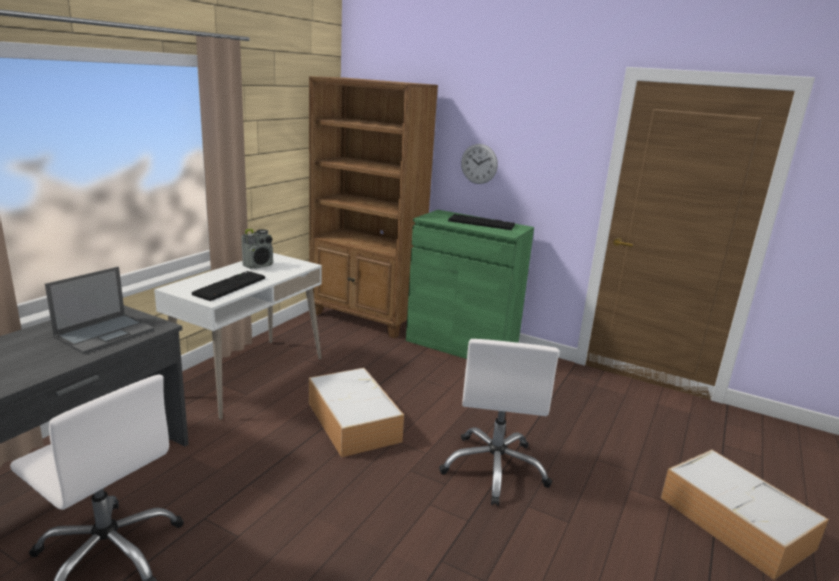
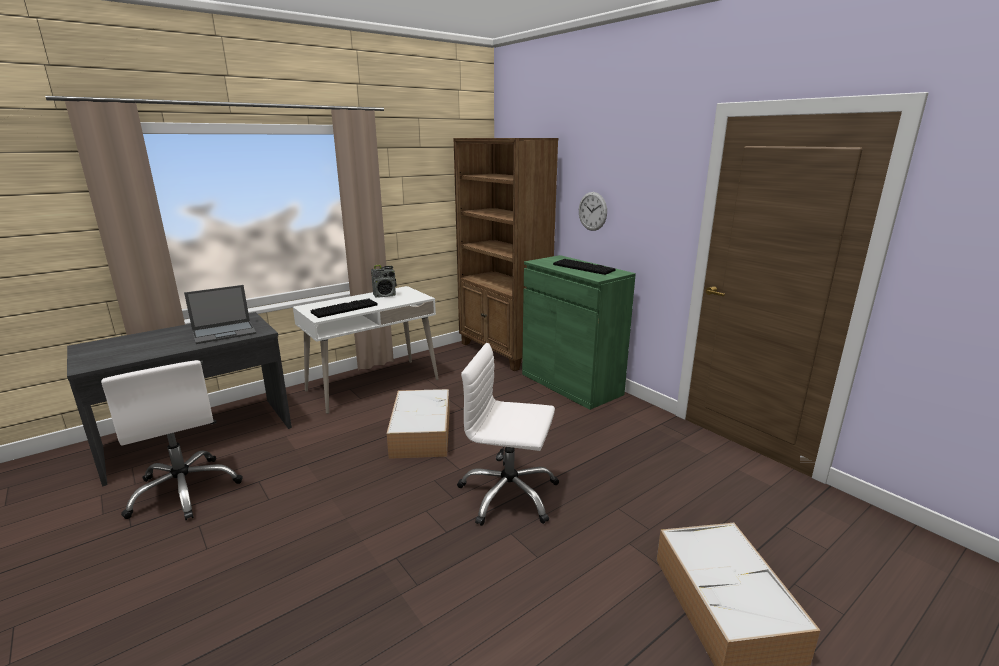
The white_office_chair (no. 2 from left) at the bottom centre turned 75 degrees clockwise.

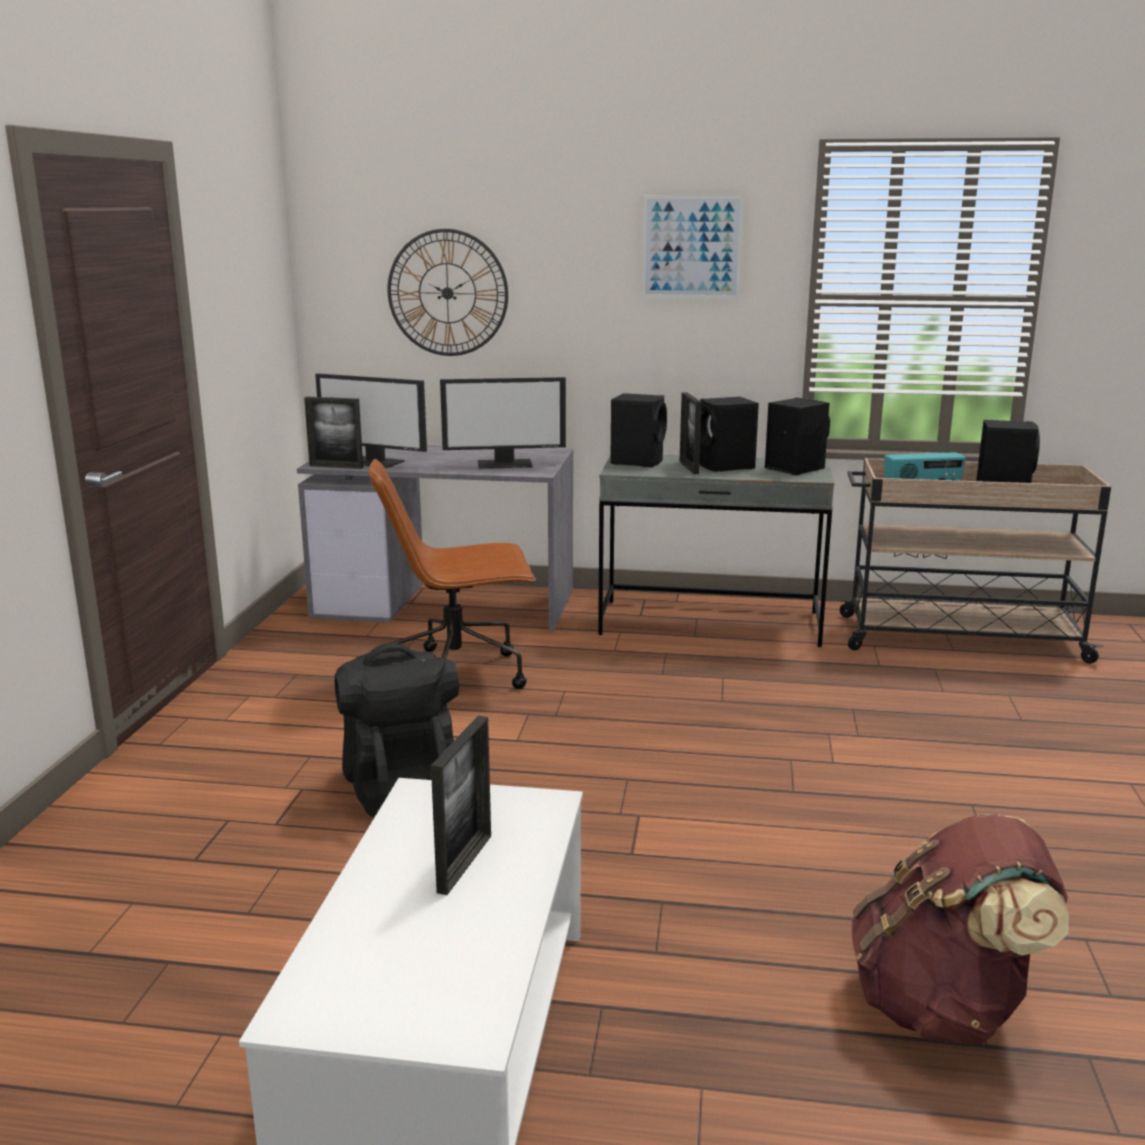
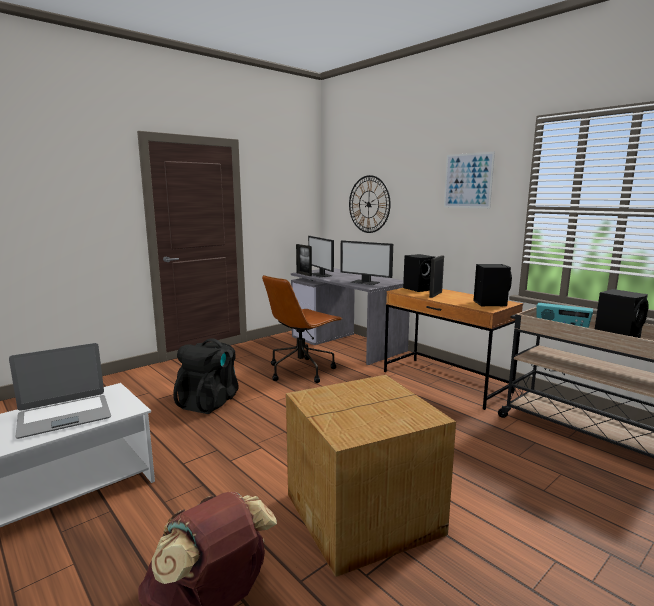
The black_speaker (no. 2 from left) at the centre disappeared. The grey_desk (no. 2 from left) at the centre became the brown_desk at the middle right. The brown_office_chair at the centre turned 75 degrees counterclockwise. The picture_frame (no. 2 from left) at the bottom centre was replaced by the laptop at the middle left. The cardboard_box at the bottom centre appeared.

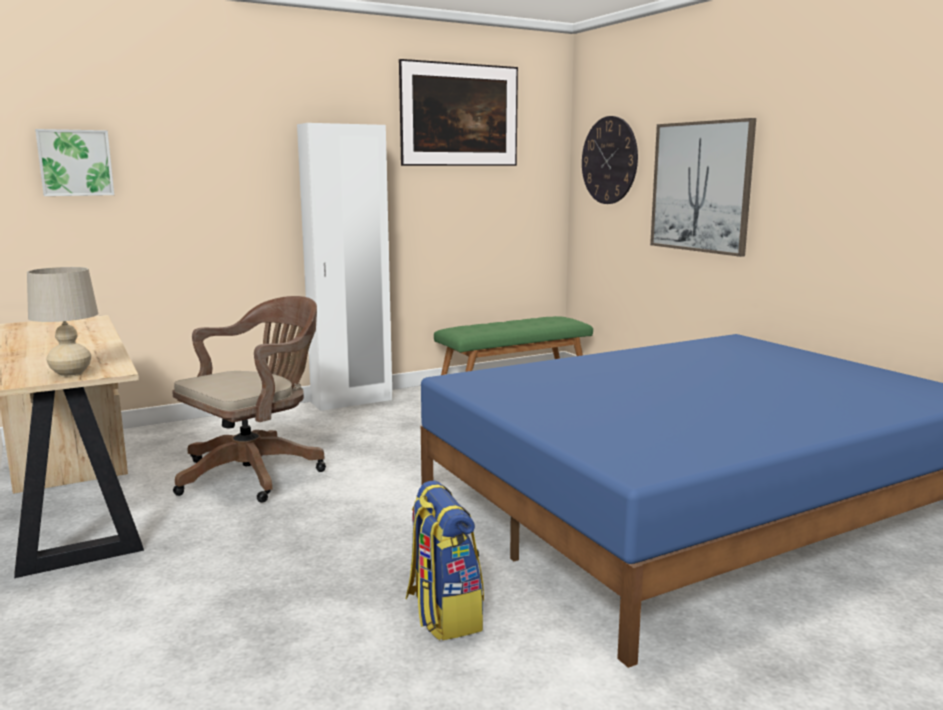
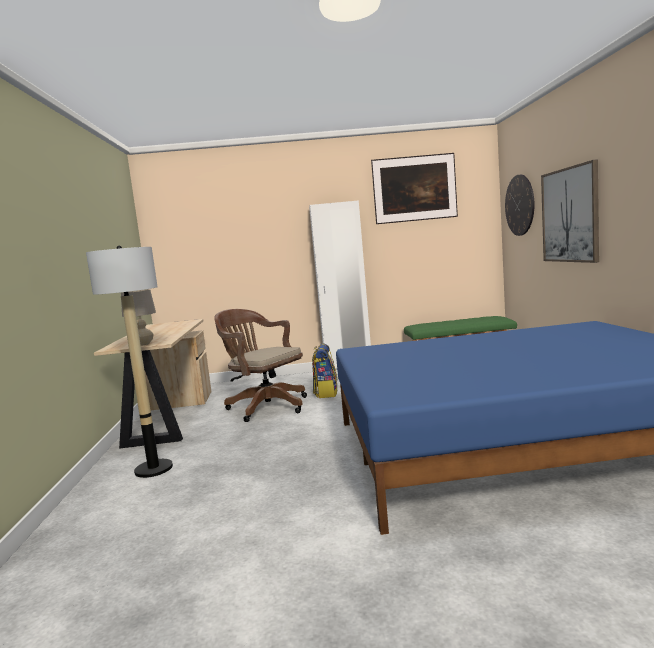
The picture (no. 1 from left) at the top left disappeared. The brown_office_chair at the middle left turned 120 degrees counterclockwise. The backpack moved from the bottom centre to the centre. The floor_lamp at the middle left appeared.

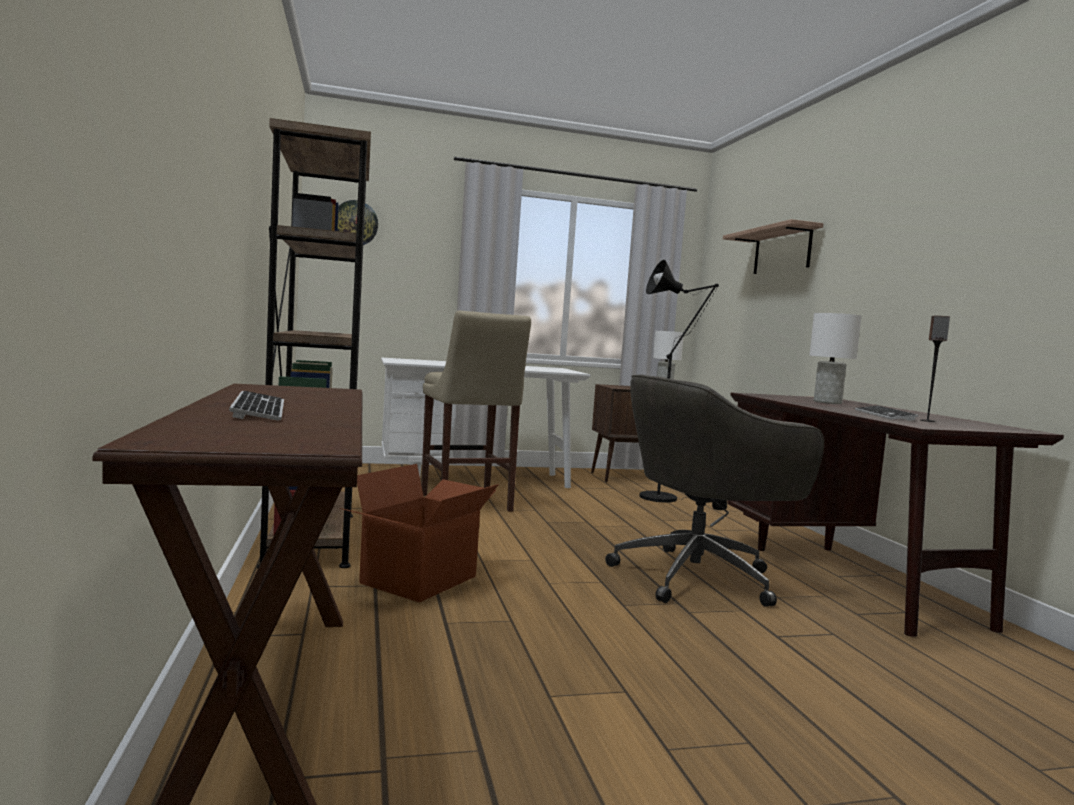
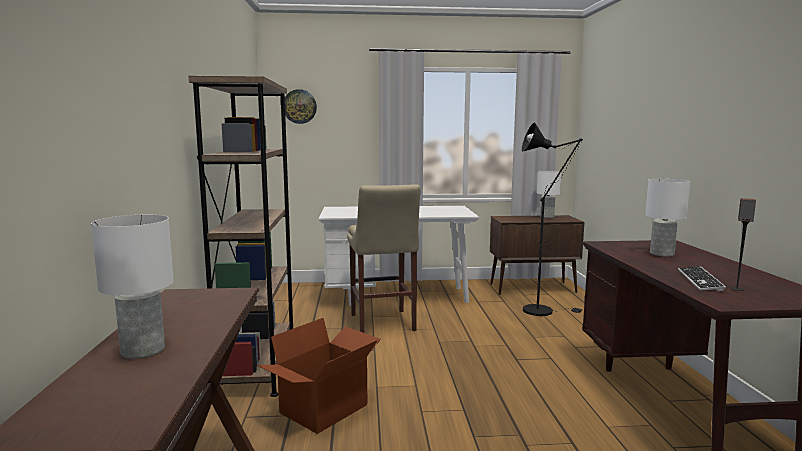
The shelf at the top right disappeared. The grey_office_chair at the centre disappeared. The keyboard (no. 1 from left) at the middle left was replaced by the white_table_lamp (no. 1 from left) at the middle left.

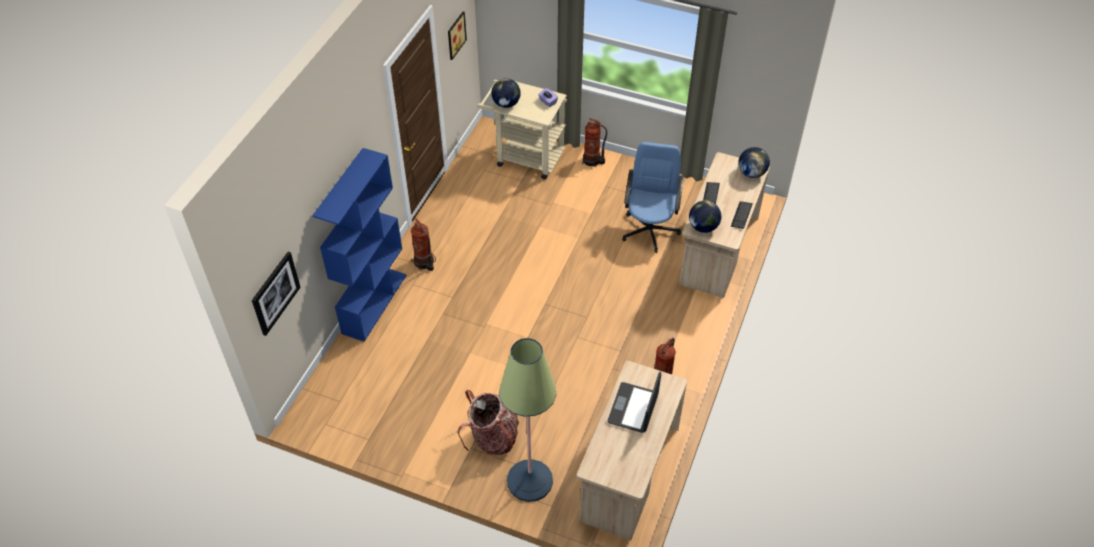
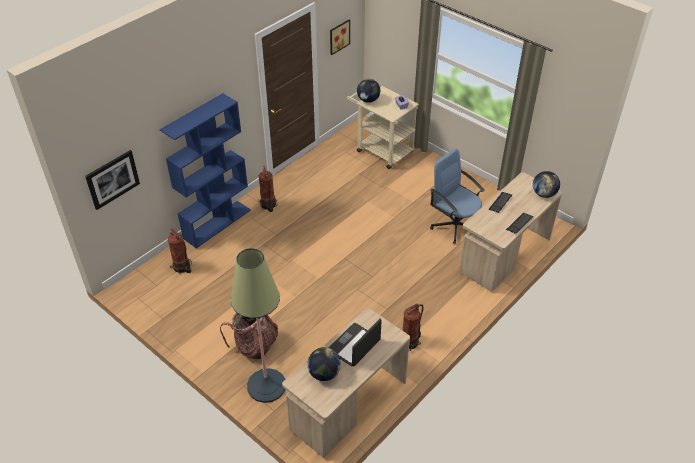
The fire_extinguisher (no. 2 from left in the first image) moved from the top centre to the middle left. The blue_office_chair at the centre turned 75 degrees counterclockwise. The globe (no. 2 from left in the first image) moved from the centre to the bottom centre.

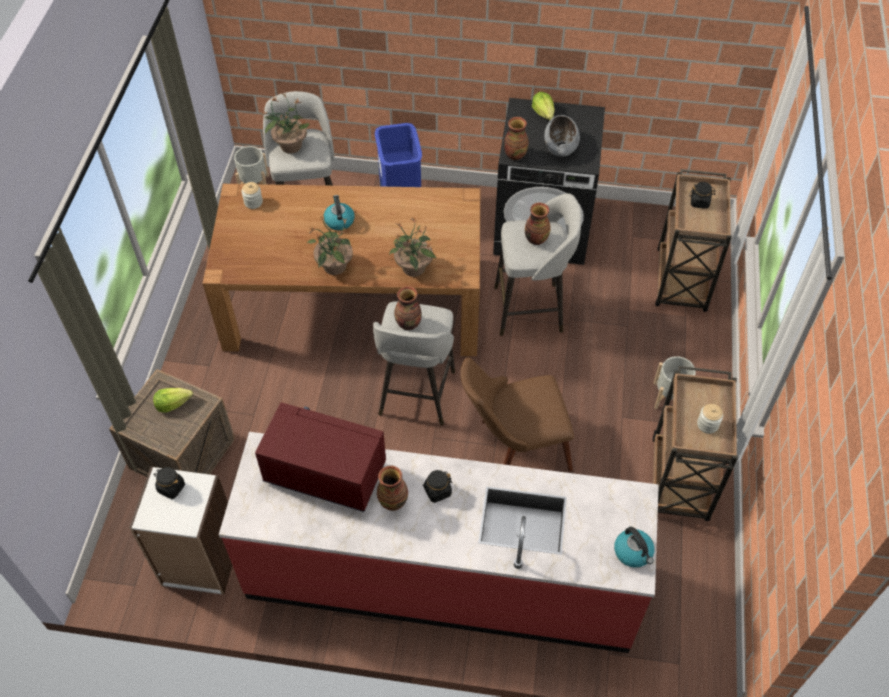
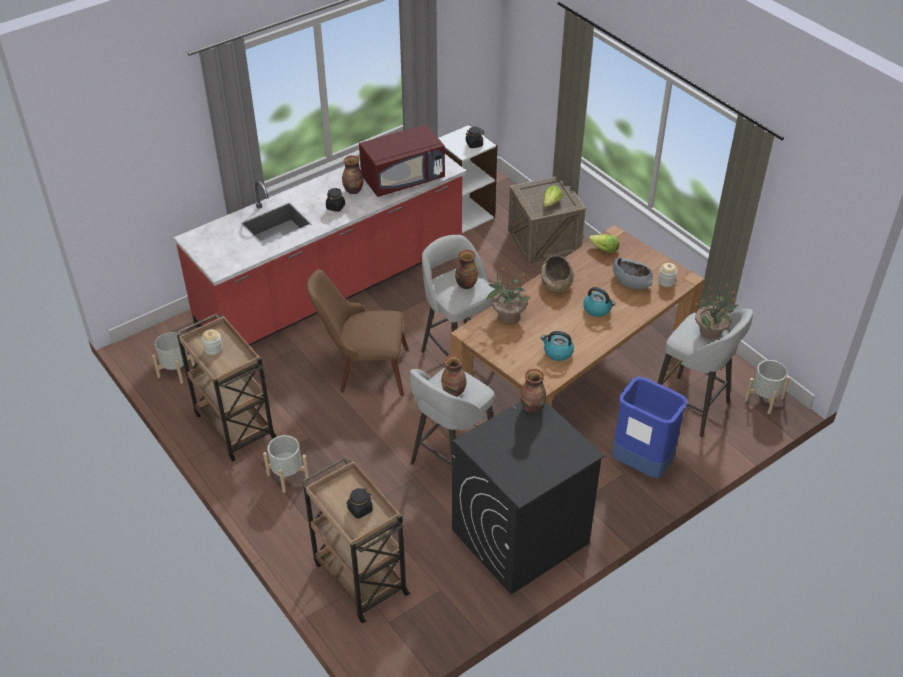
The lettuce (no. 2 from left) moved from the top centre to the middle right. The grey_bowl moved from the top centre to the middle right. The potted_plant (no. 2 from left) at the centre was replaced by the brown_bowl at the centre. The brown_chair at the centre turned 120 degrees counterclockwise. The kettle (no. 2 from left in the first image) moved from the bottom right to the centre. The grey_planter (no. 1 from left) at the middle left appeared.

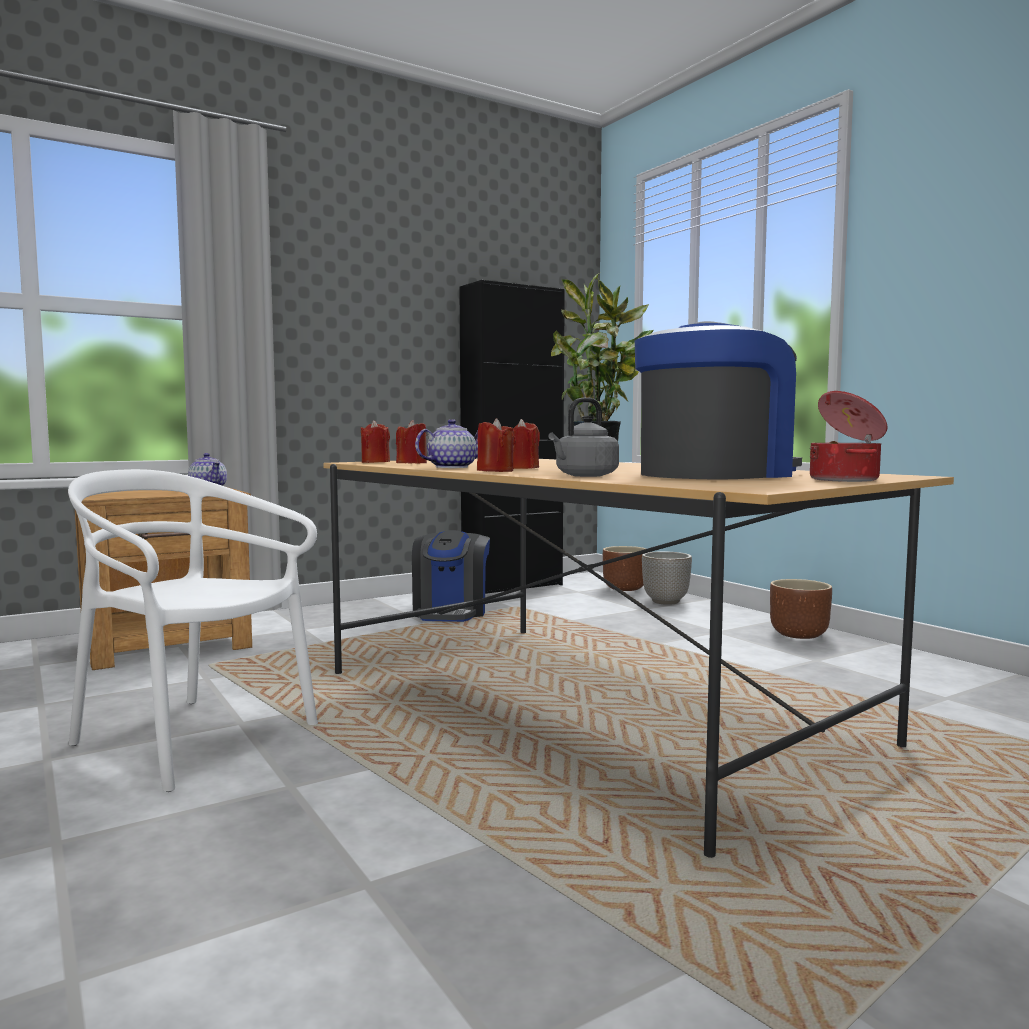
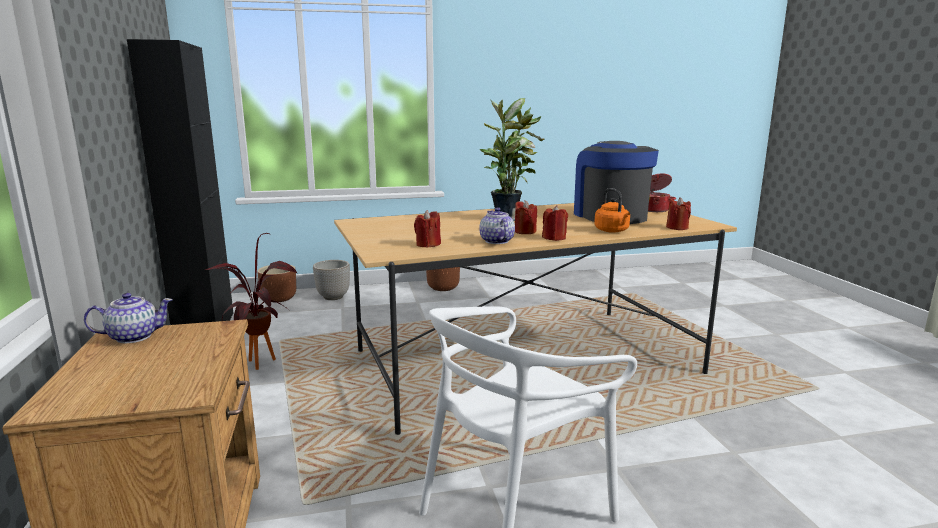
The grey_kettle at the centre became the orange_kettle at the centre. The red_candle (no. 1 from left in the first image) moved from the centre to the middle right. The coffee_machine (no. 1 from left) at the centre was replaced by the potted_plant (no. 1 from left) at the middle left.

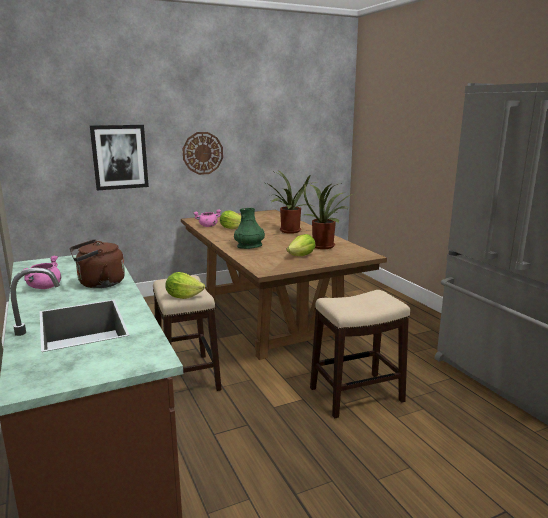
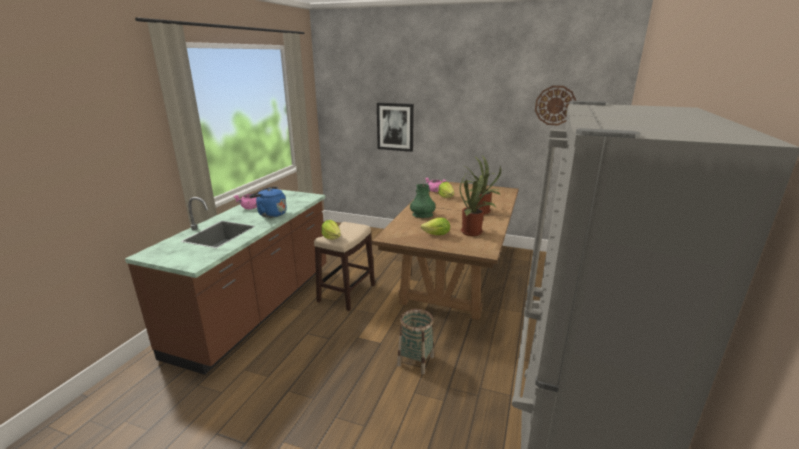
The wall_clock moved from the top centre to the top right. The brown_kettle at the middle left became the blue_kettle at the centre. The stool (no. 2 from left) at the bottom centre was replaced by the basket at the bottom centre.

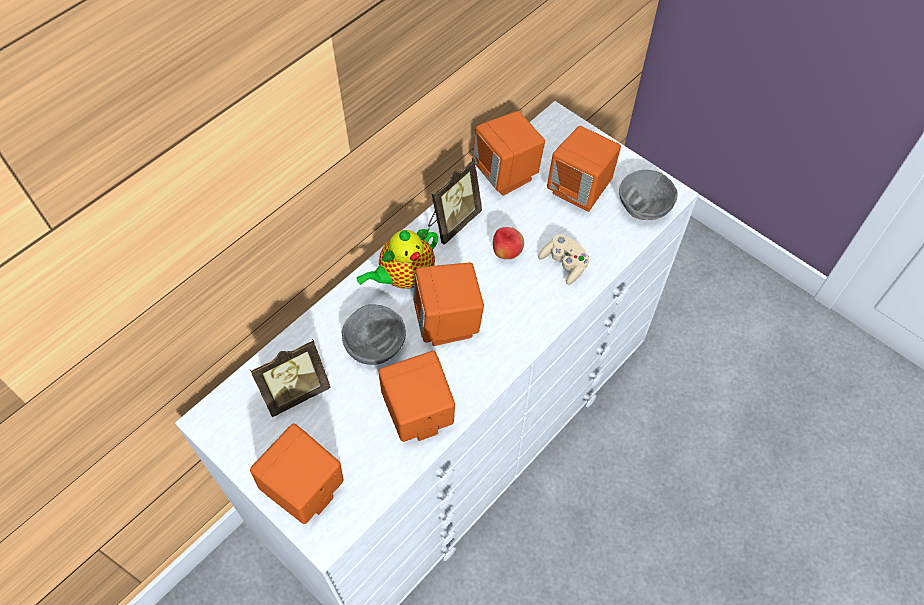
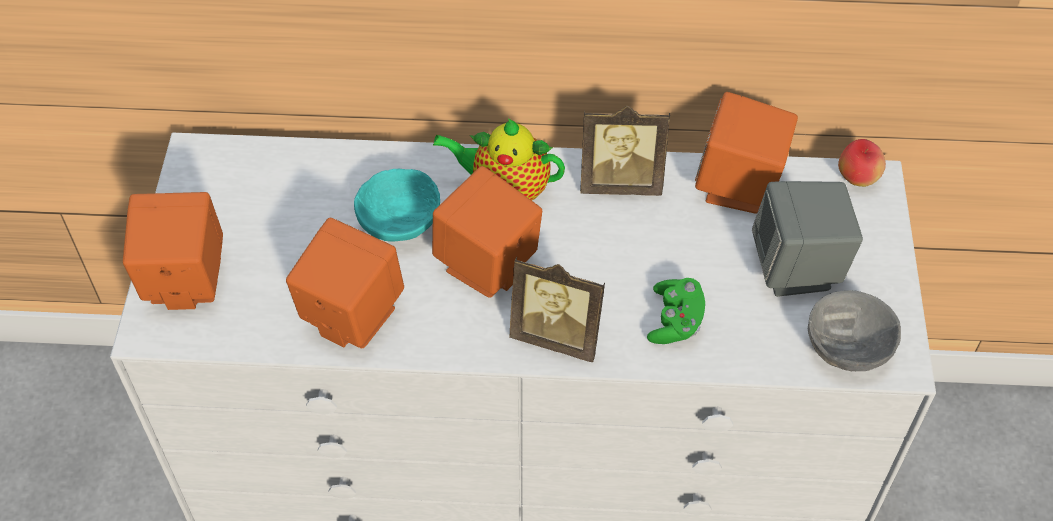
The orange_speaker (no. 5 from left) at the top centre became the grey_speaker at the middle right. The apple moved from the centre to the top right. The beige_game_controller at the centre became the green_game_controller at the centre. The grey_bowl (no. 1 from left) at the centre became the turquoise_bowl at the centre. The picture_frame (no. 1 from left) moved from the middle left to the centre.

